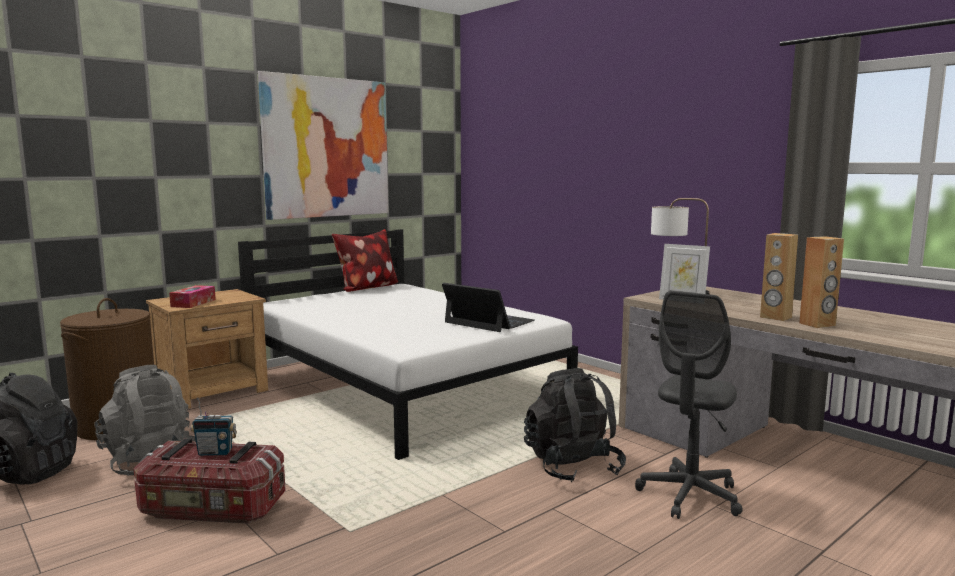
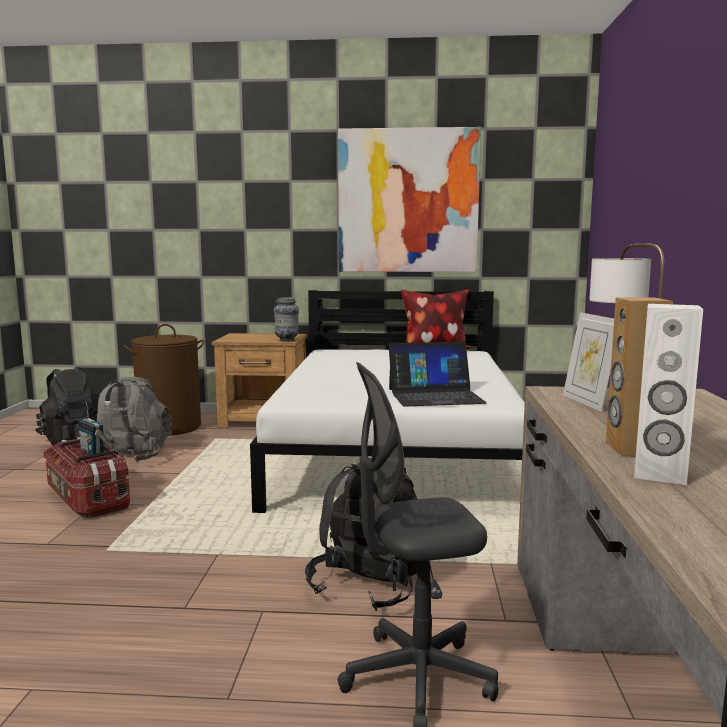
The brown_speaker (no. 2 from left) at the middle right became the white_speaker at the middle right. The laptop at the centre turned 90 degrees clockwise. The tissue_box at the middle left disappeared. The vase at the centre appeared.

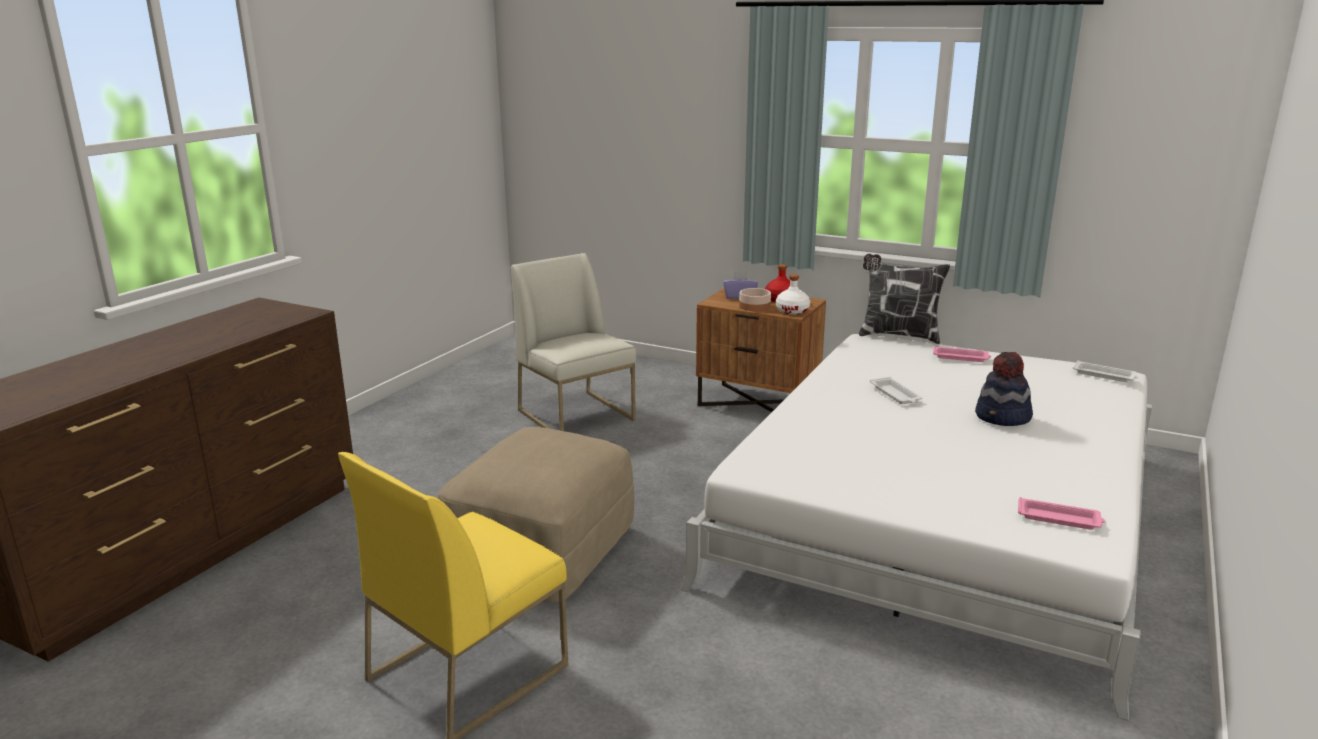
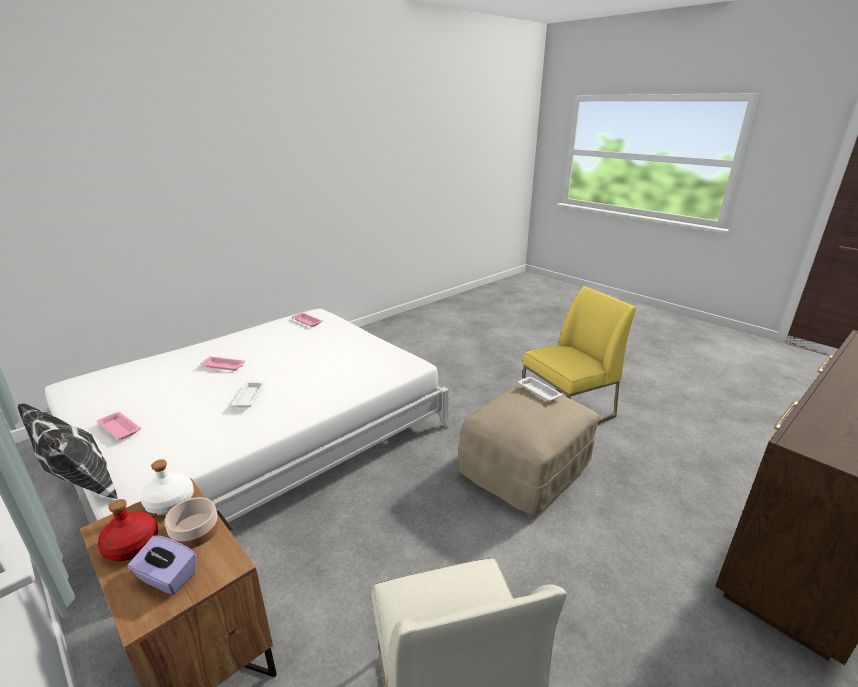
The hat at the middle right was replaced by the pink_tray (no. 2 from left) at the middle left. The white_tray (no. 2 from left) moved from the middle right to the centre.

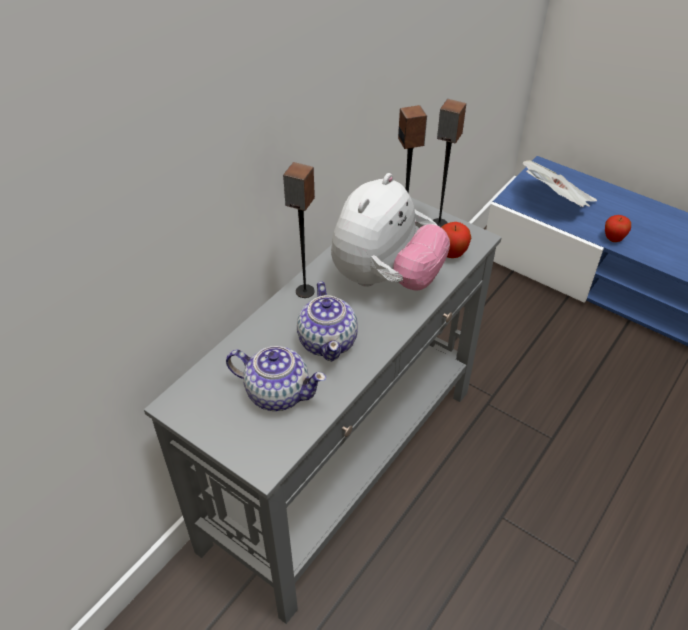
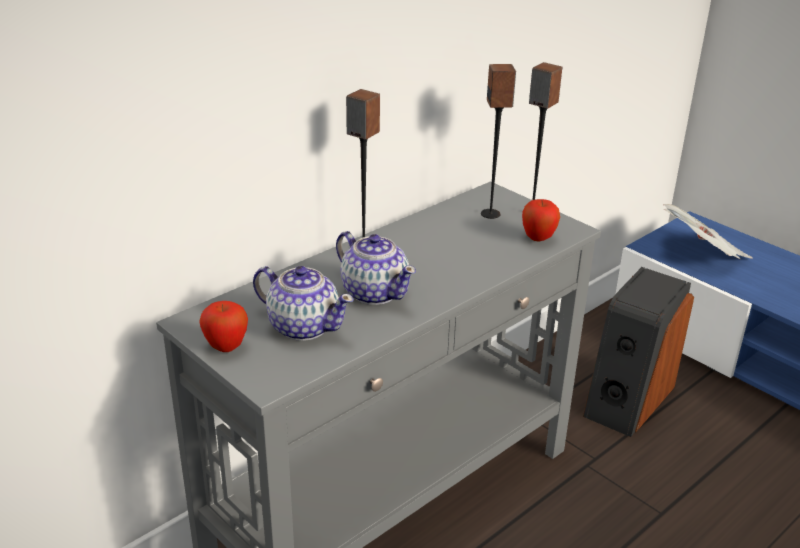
The plush_toy at the centre disappeared. The apple (no. 2 from left in the first image) moved from the middle right to the middle left. The teapot (no. 2 from left) at the centre turned 45 degrees counterclockwise. The speaker (no. 4 from left) at the middle right appeared.

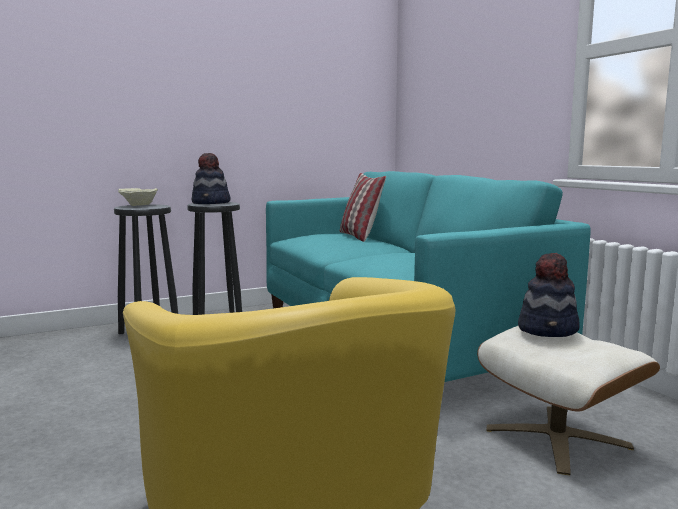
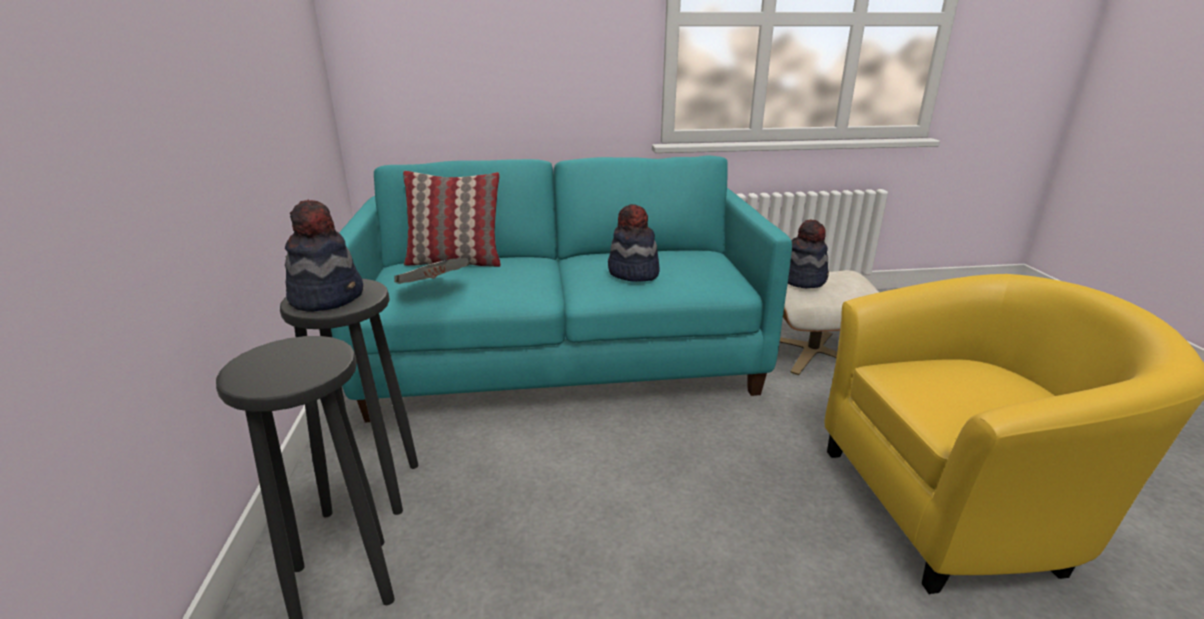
The beige_bowl at the middle left disappeared. The hat (no. 2 from left) at the centre appeared. The newspaper at the centre appeared.

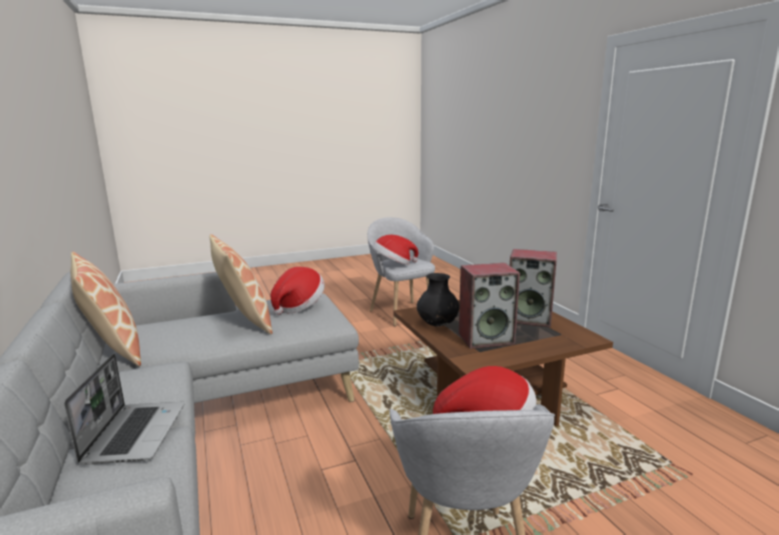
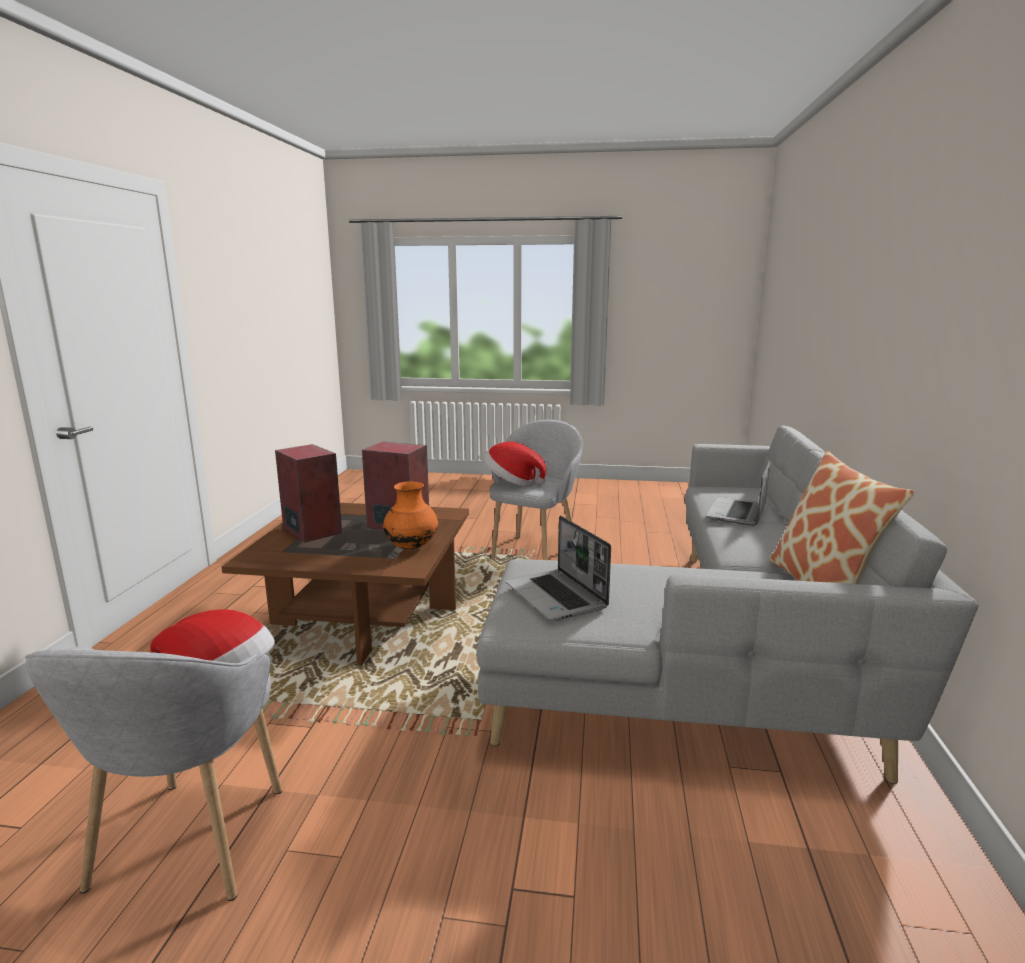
The pillow (no. 2 from left) at the middle left disappeared. The hat (no. 1 from left) at the centre was replaced by the laptop (no. 1 from left) at the centre. The black_vase at the centre became the orange_vase at the centre.

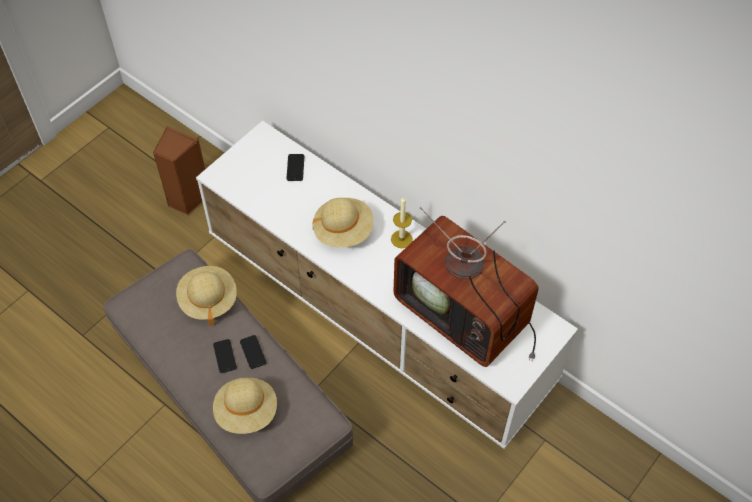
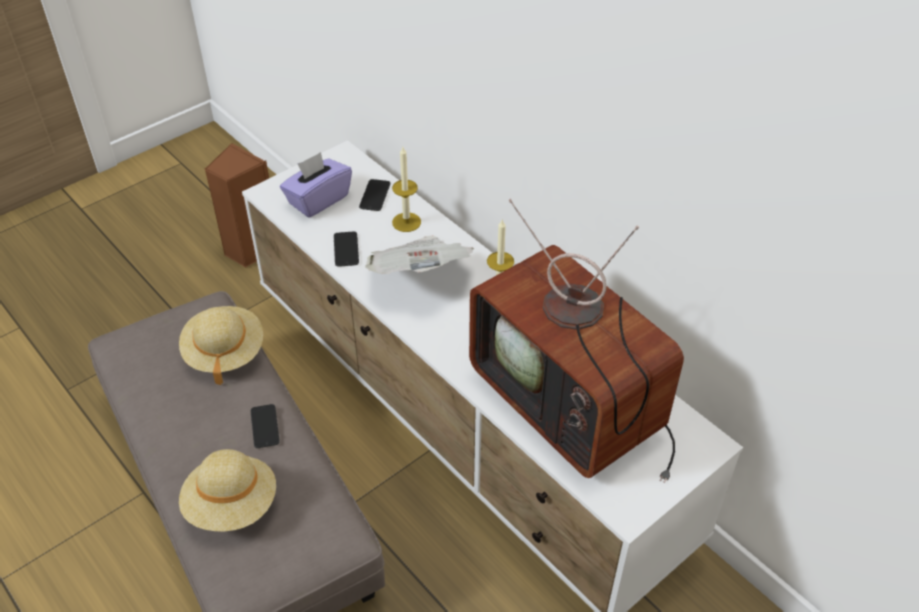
The beige_hat (no. 3 from left) at the centre was replaced by the newspaper at the centre. The phone (no. 1 from left in the first image) moved from the bottom left to the centre. The candle (no. 1 from left) at the top centre appeared. The purple_tissue_box at the top centre appeared.

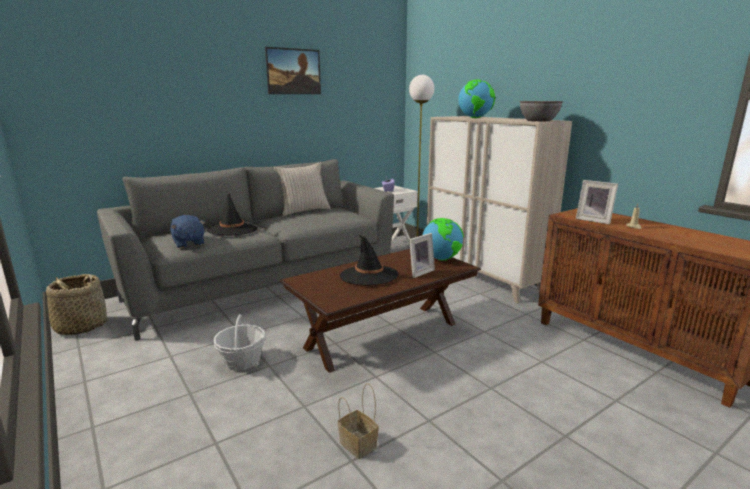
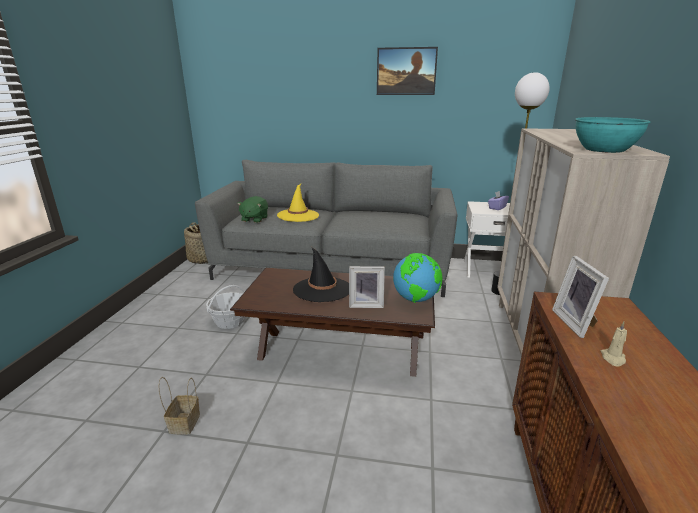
The globe (no. 2 from left) at the top centre disappeared. The grey_bowl at the top right became the turquoise_bowl at the top right. The beige_pillow at the centre disappeared. The black_hat (no. 1 from left) at the middle left became the yellow_hat at the centre. The blue_plush_toy at the middle left became the green_plush_toy at the centre.

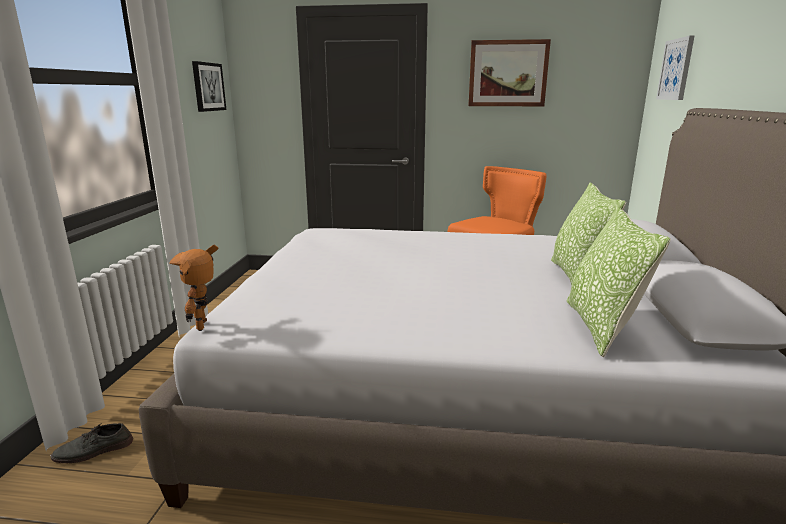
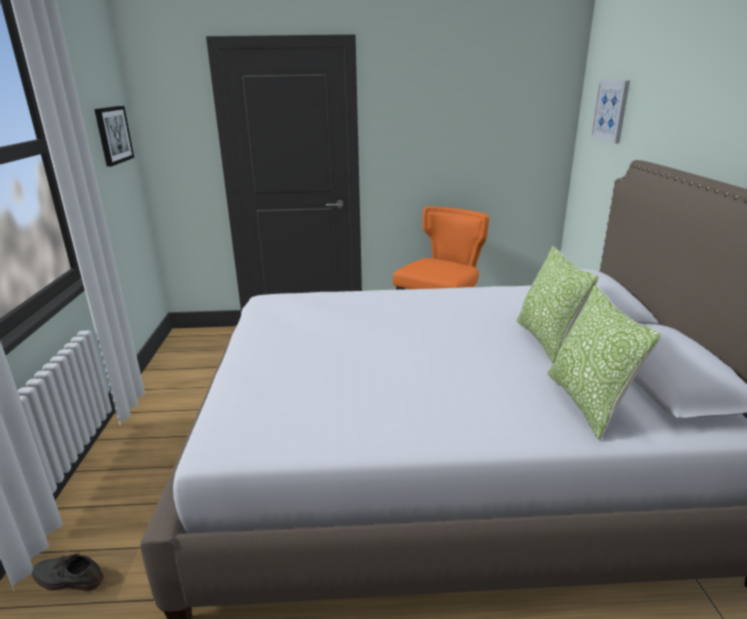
The picture (no. 2 from left) at the top centre disappeared. The toy_robot at the middle left disappeared. The grey_shoe at the bottom left turned 45 degrees clockwise.

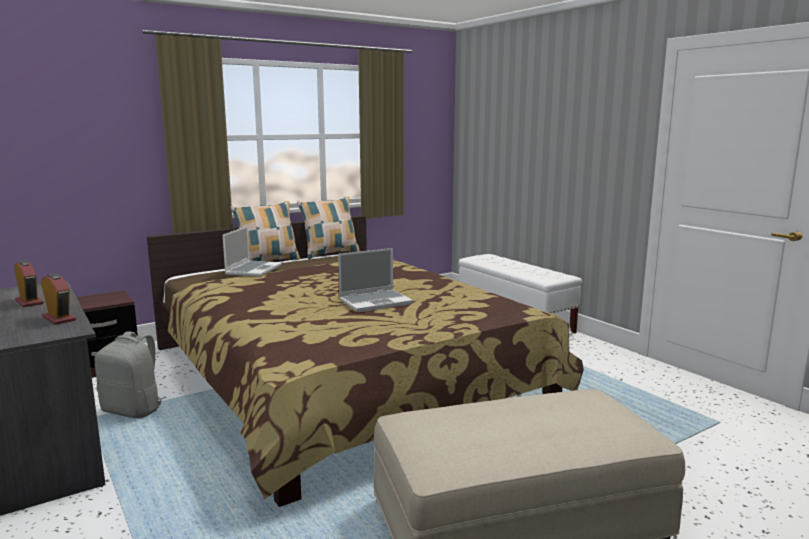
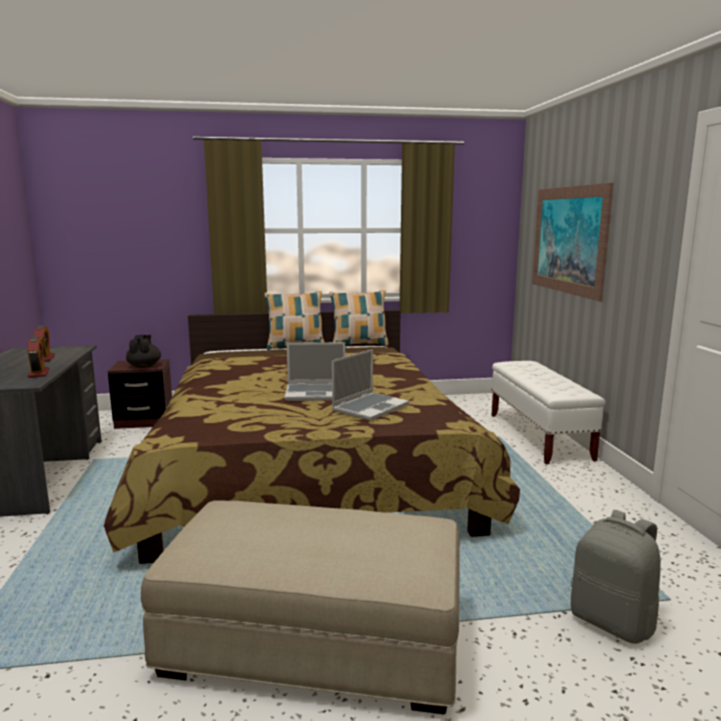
The laptop (no. 1 from left in the first image) moved from the middle left to the centre. The grey_backpack moved from the bottom left to the bottom right. The picture at the middle right appeared. The black_teapot at the middle left appeared.

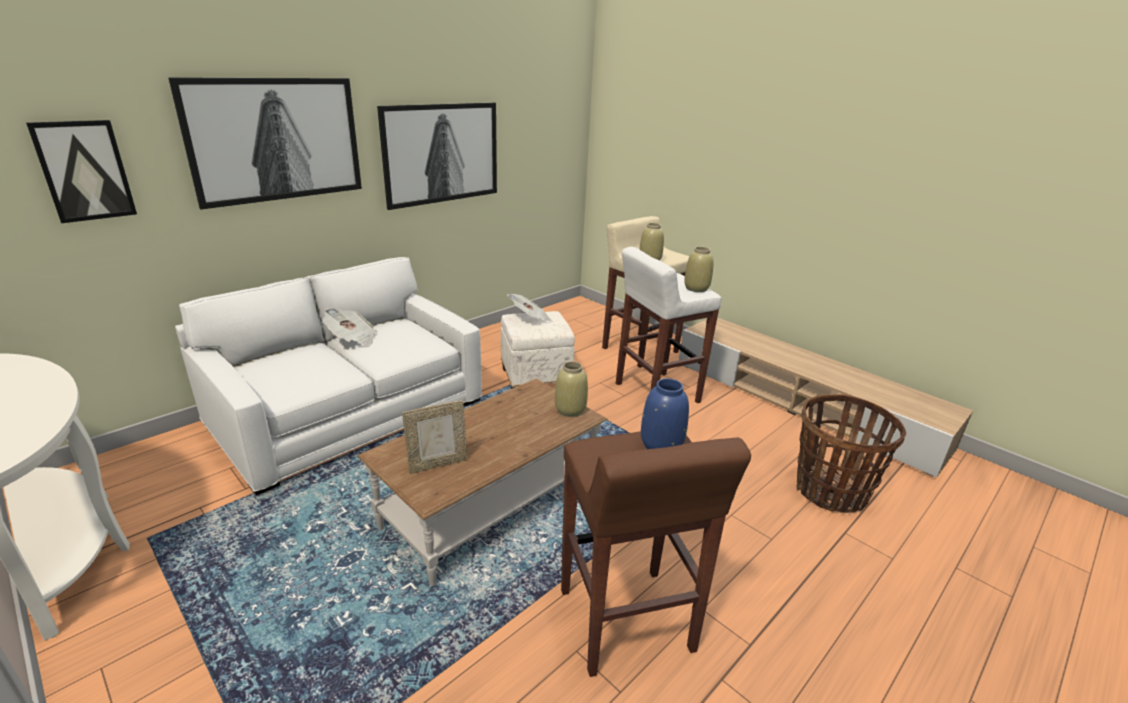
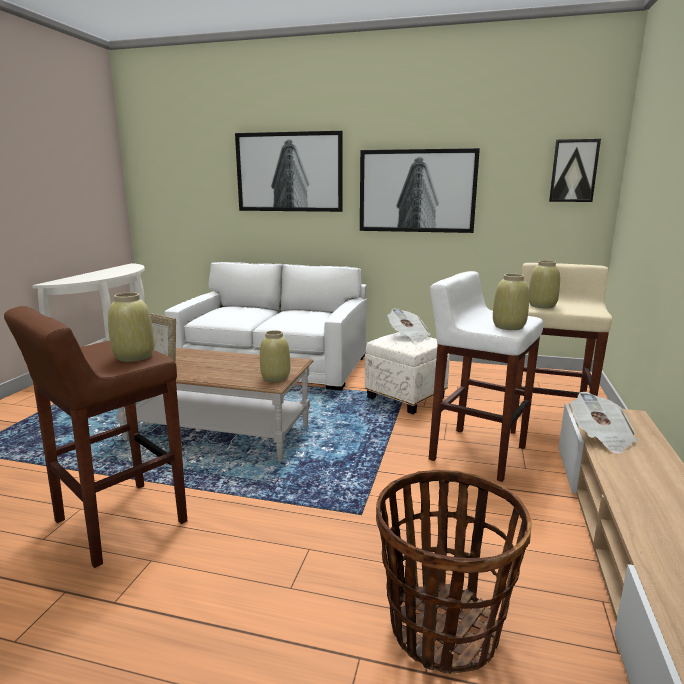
The picture (no. 1 from left in the first image) moved from the top left to the top right. The newspaper (no. 1 from left in the first image) moved from the middle left to the middle right. The blue_vase at the centre became the beige_vase (no. 1 from left) at the middle left.

